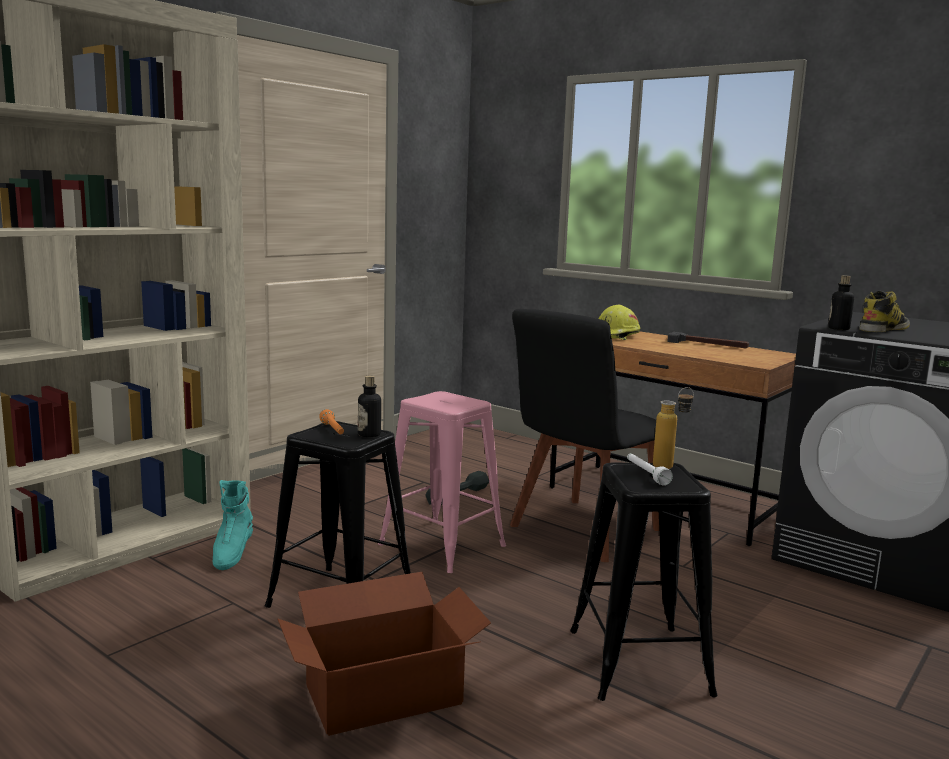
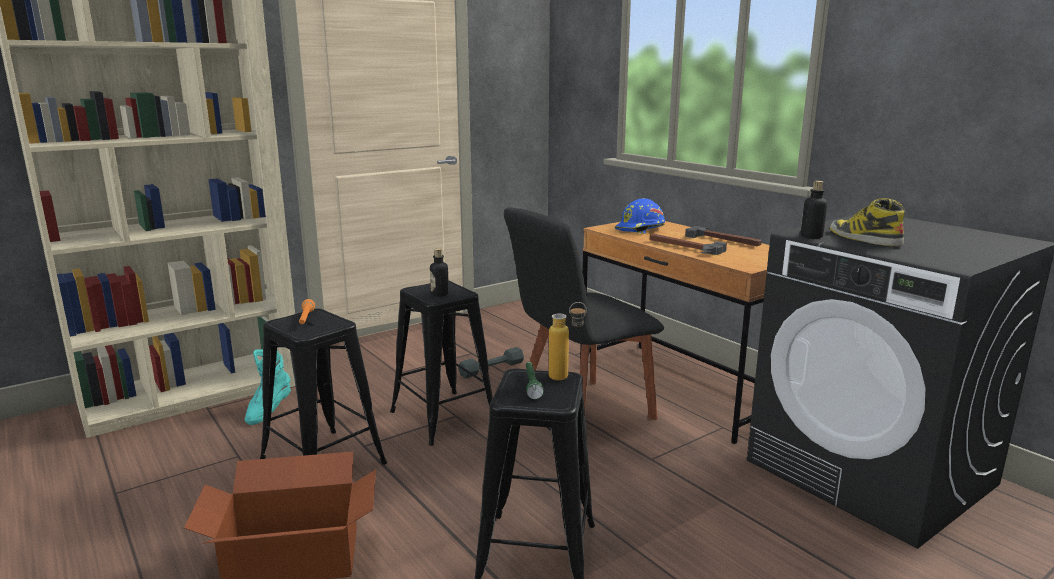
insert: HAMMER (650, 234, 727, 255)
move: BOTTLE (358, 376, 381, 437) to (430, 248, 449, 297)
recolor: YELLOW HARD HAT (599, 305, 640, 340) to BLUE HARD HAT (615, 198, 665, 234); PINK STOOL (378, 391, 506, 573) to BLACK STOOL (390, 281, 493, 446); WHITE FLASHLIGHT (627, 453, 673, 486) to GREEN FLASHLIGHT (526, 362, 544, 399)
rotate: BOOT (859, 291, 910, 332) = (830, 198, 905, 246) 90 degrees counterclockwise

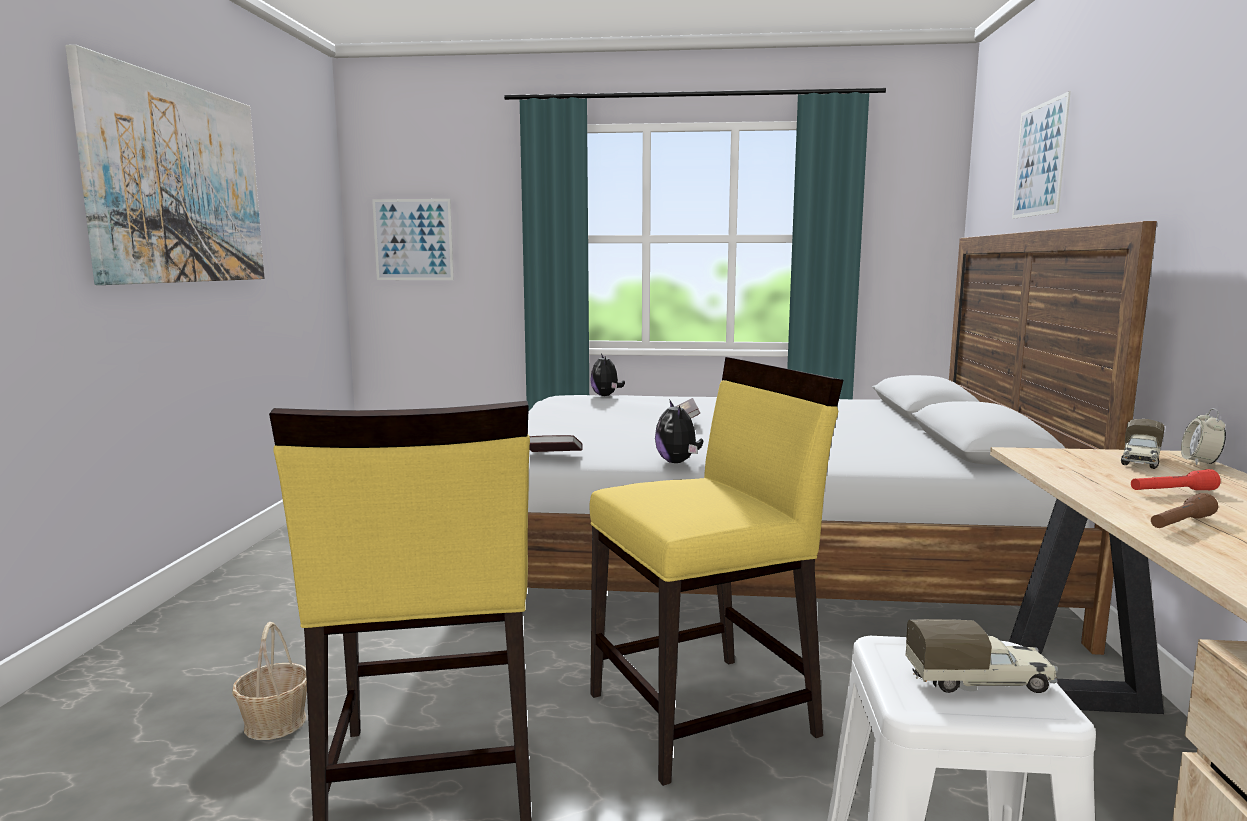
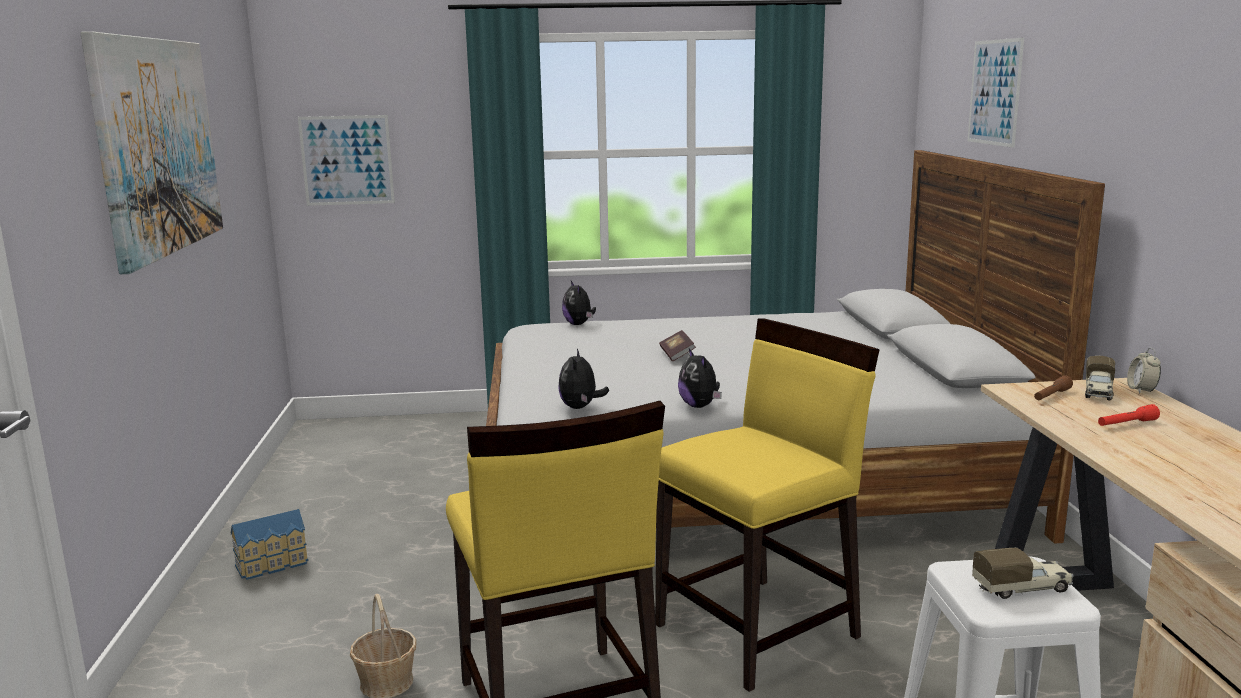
insert: TOY HOUSE (231, 509, 309, 580)
move: BROWN FLASHLIGHT (1151, 493, 1218, 528) to (1034, 375, 1073, 400)
replace: BOOK (529, 435, 583, 452) to PLUSH TOY (559, 349, 609, 409)

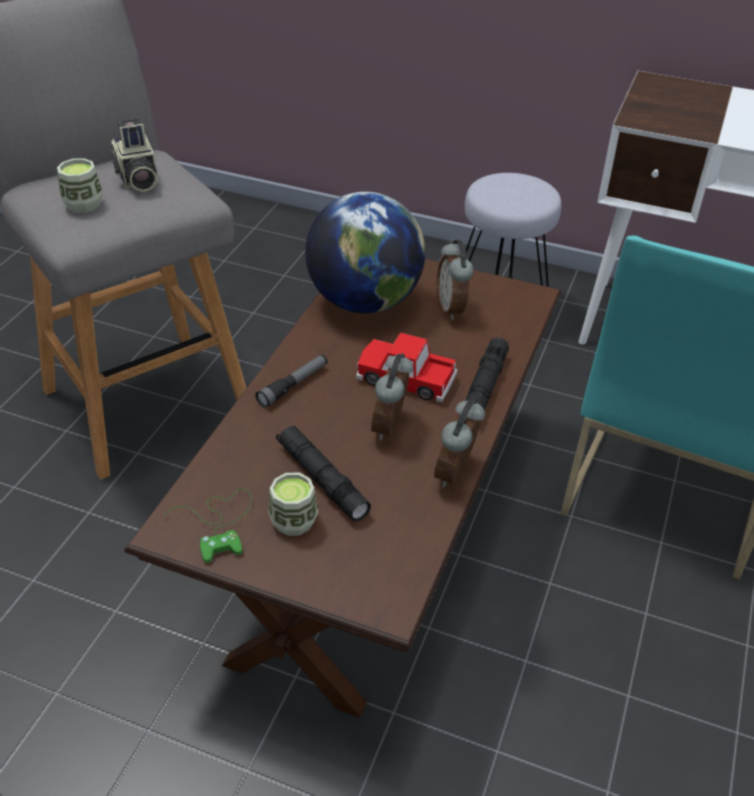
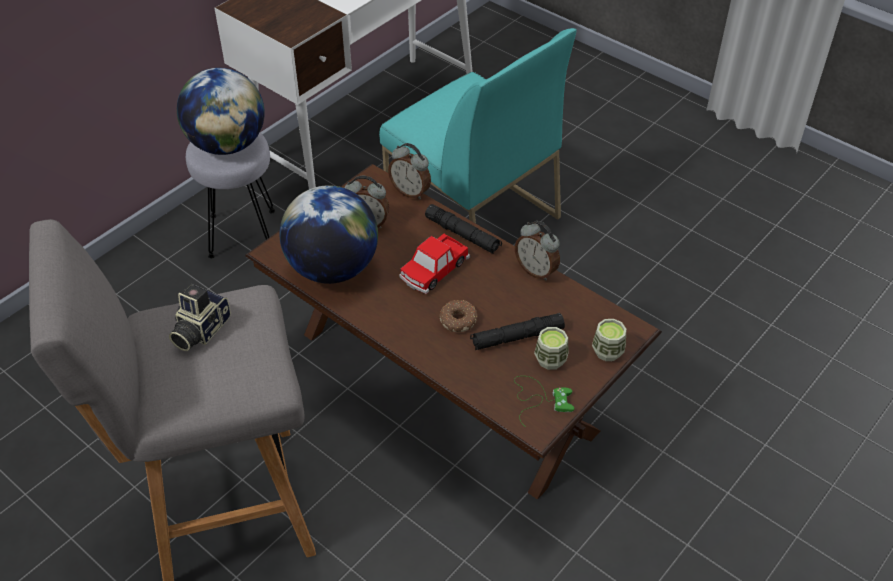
delete: FLASHLIGHT (255, 355, 328, 408)
insert: GLOBE (177, 68, 265, 155); DONUT (439, 300, 478, 332)
move: CUP (57, 158, 103, 213) to (592, 319, 626, 361); ALARM CLOCK (371, 353, 413, 441) to (388, 143, 431, 199)
rotate: PHOTO CAMERA (111, 119, 158, 192) = (169, 284, 231, 351) 120 degrees clockwise

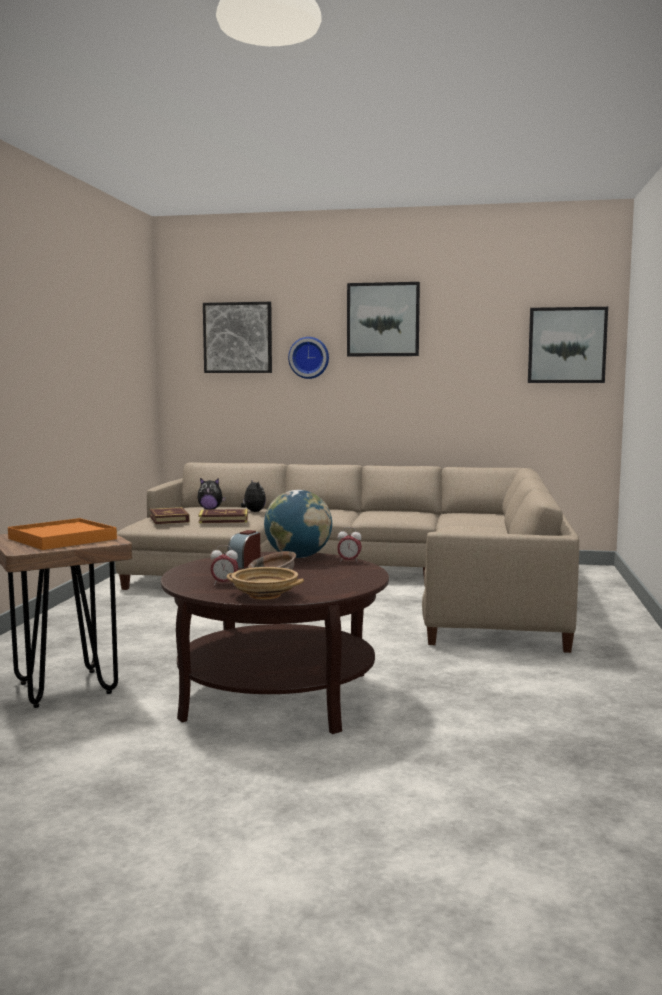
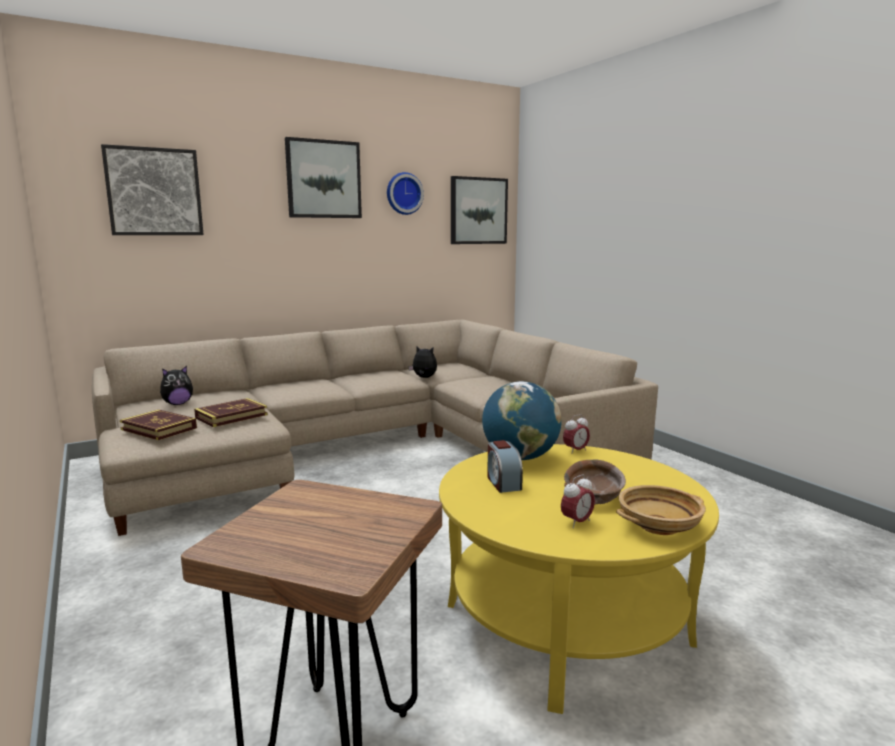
delete: ORANGE TRAY (8, 518, 117, 550)
move: WALL CLOCK (288, 337, 329, 379) to (387, 172, 424, 215); PLUSH TOY (241, 480, 266, 512) to (408, 346, 437, 378)
recolor: BROWN COFFEE TABLE (161, 552, 389, 734) to YELLOW COFFEE TABLE (439, 444, 719, 714)

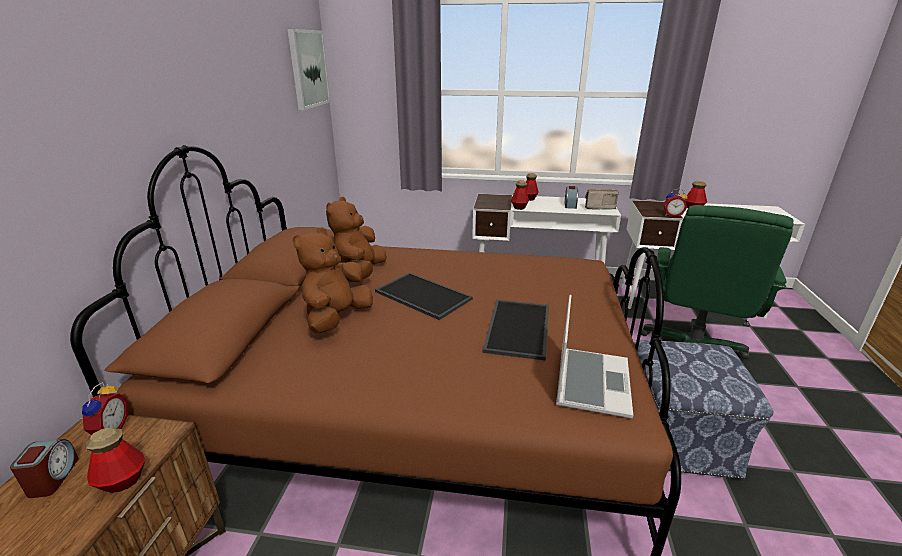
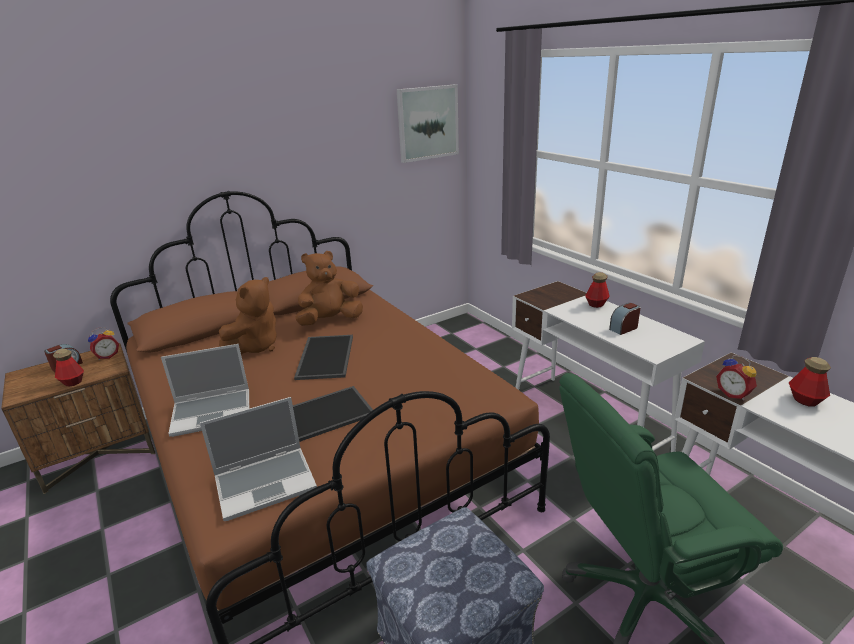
delete: BOTTLE (511, 180, 529, 210); RADIO (585, 189, 619, 209)
insert: LAPTOP (161, 344, 249, 437)
rotate: BROWN PLUSH TOY (292, 227, 373, 334) = (219, 277, 277, 354) 135 degrees clockwise

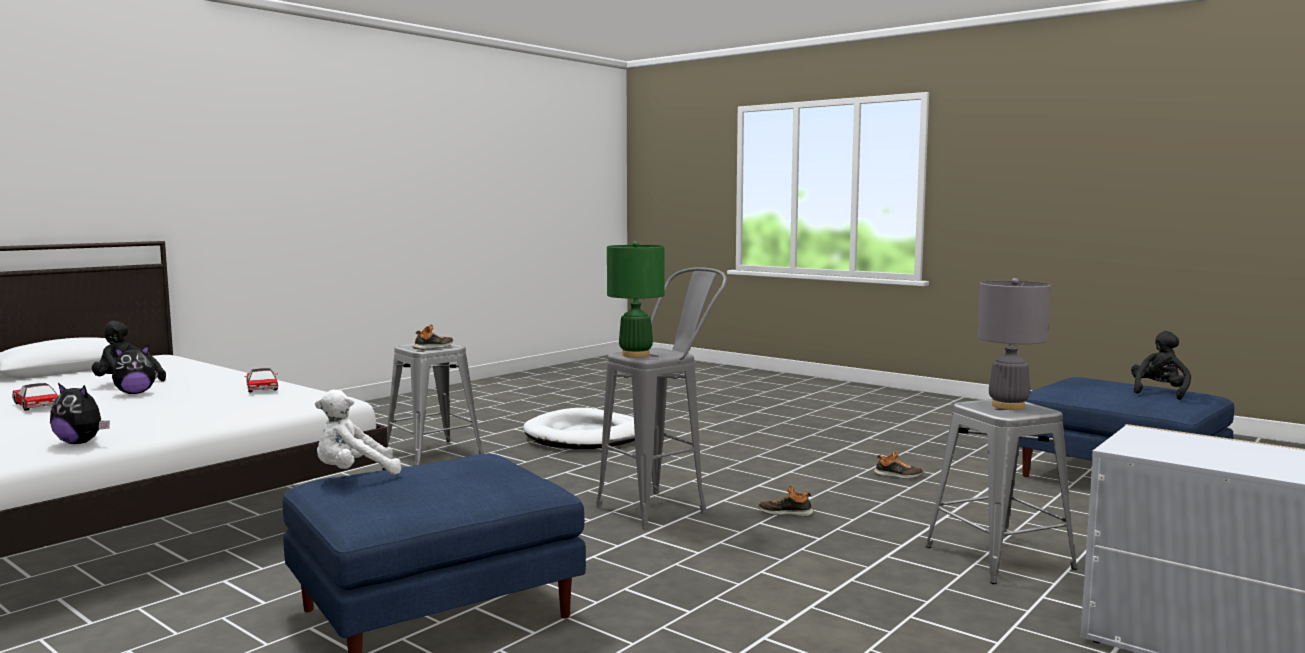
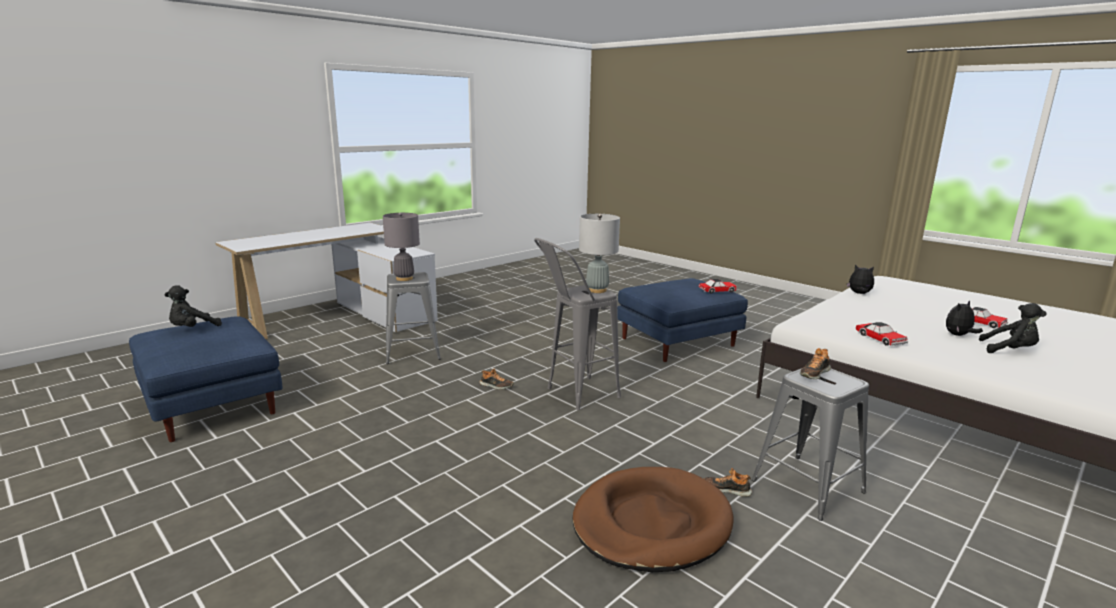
move: SHOE (874, 451, 924, 479) to (703, 468, 752, 497)
replace: WHITE PLUSH TOY (315, 390, 401, 475) to TOY CAR (699, 279, 737, 293)
recolor: GREEN TABLE LAMP (607, 241, 665, 357) to GREY TABLE LAMP (579, 213, 620, 293); WHITE DOG BED (523, 408, 635, 449) to BROWN DOG BED (573, 467, 733, 572)

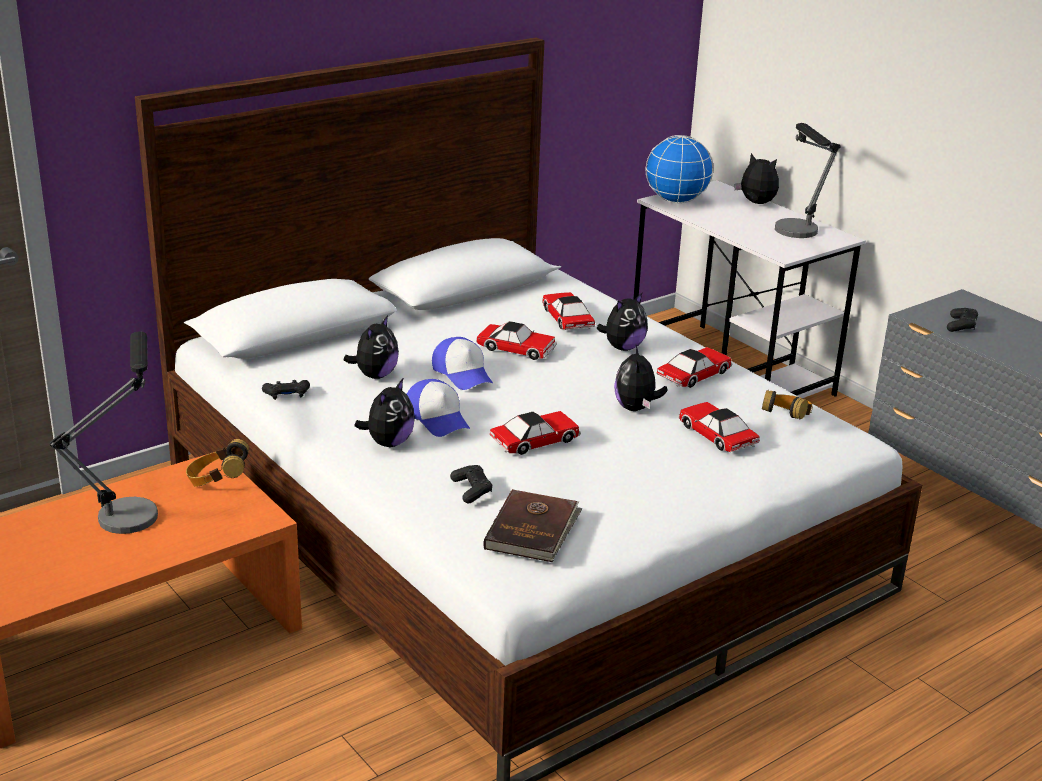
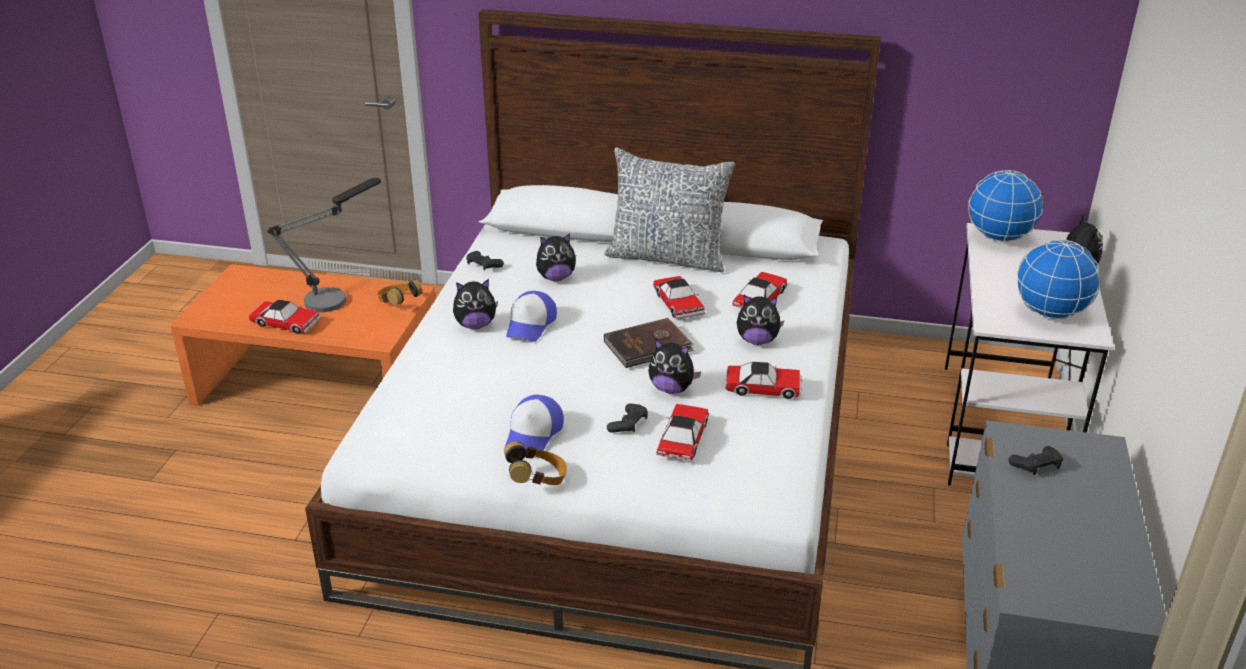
insert: PILLOW (604, 148, 735, 272)
move: CAP (432, 337, 493, 390) to (505, 395, 564, 457); HEADPHONES (762, 390, 813, 420) to (504, 441, 567, 485); TOY CAR (489, 411, 581, 455) to (249, 299, 321, 334); BLACK GAME CONTROLLER (450, 465, 492, 504) to (607, 403, 648, 433); BROWN BOOK (483, 489, 583, 562) to (604, 318, 695, 368)
replace: TABLE LAMP (775, 123, 841, 238) to GLOBE (1016, 239, 1100, 319)
rotate: PLUSH TOY (614, 345, 668, 411) = (648, 339, 701, 394) 120 degrees counterclockwise

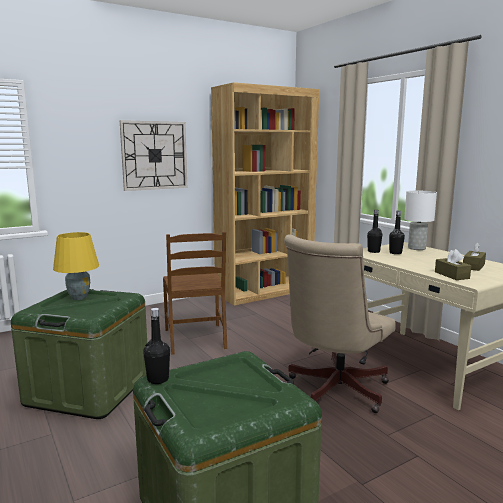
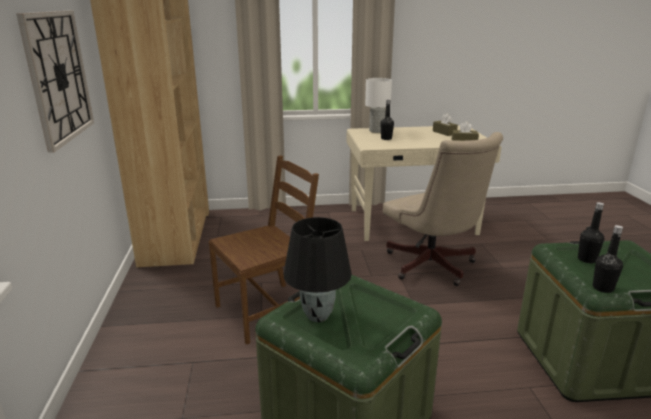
move: BLACK BOTTLE (367, 210, 382, 253) to (578, 202, 604, 263)
recolor: YELLOW TABLE LAMP (53, 232, 99, 300) to BLACK TABLE LAMP (283, 217, 352, 322)
rotate: BROWN CHAIR (163, 232, 227, 355) = (209, 156, 319, 345) 45 degrees counterclockwise

